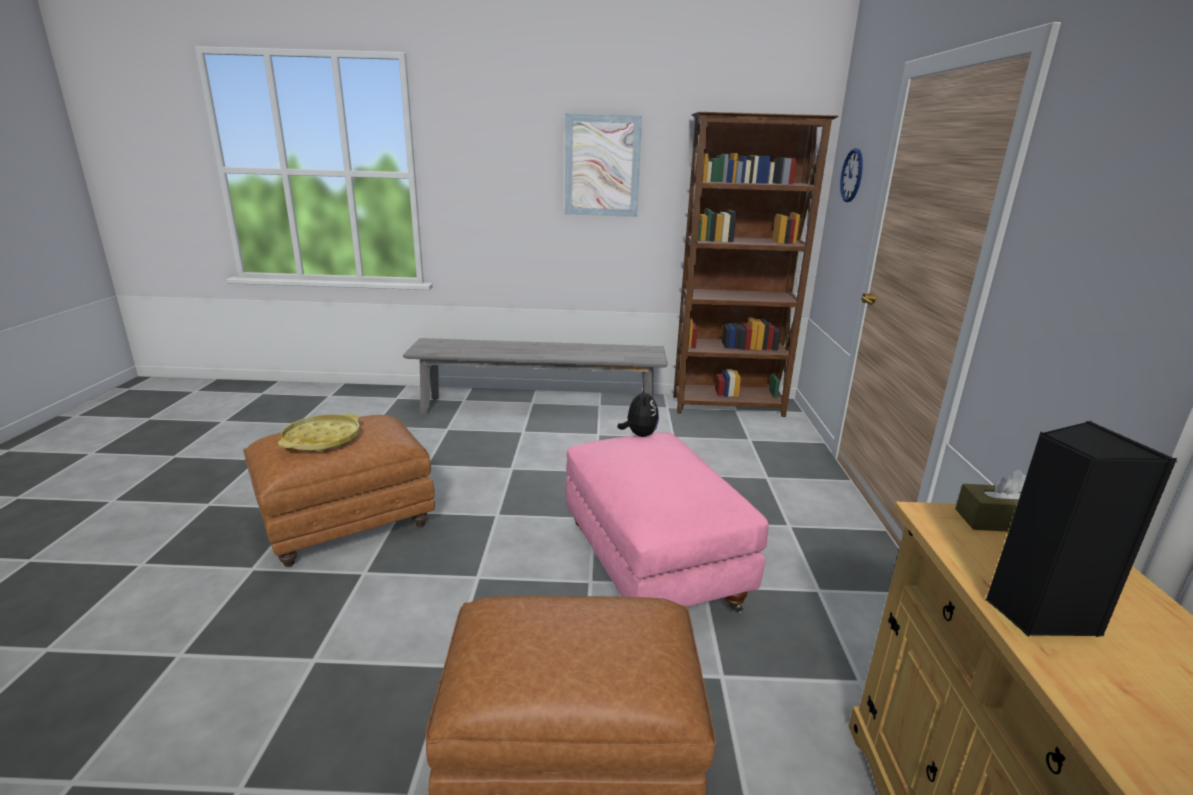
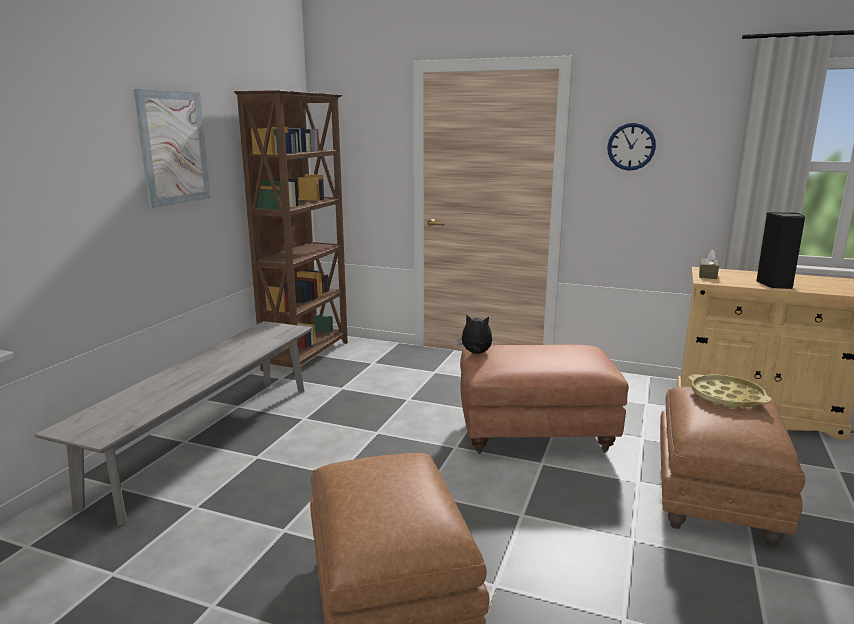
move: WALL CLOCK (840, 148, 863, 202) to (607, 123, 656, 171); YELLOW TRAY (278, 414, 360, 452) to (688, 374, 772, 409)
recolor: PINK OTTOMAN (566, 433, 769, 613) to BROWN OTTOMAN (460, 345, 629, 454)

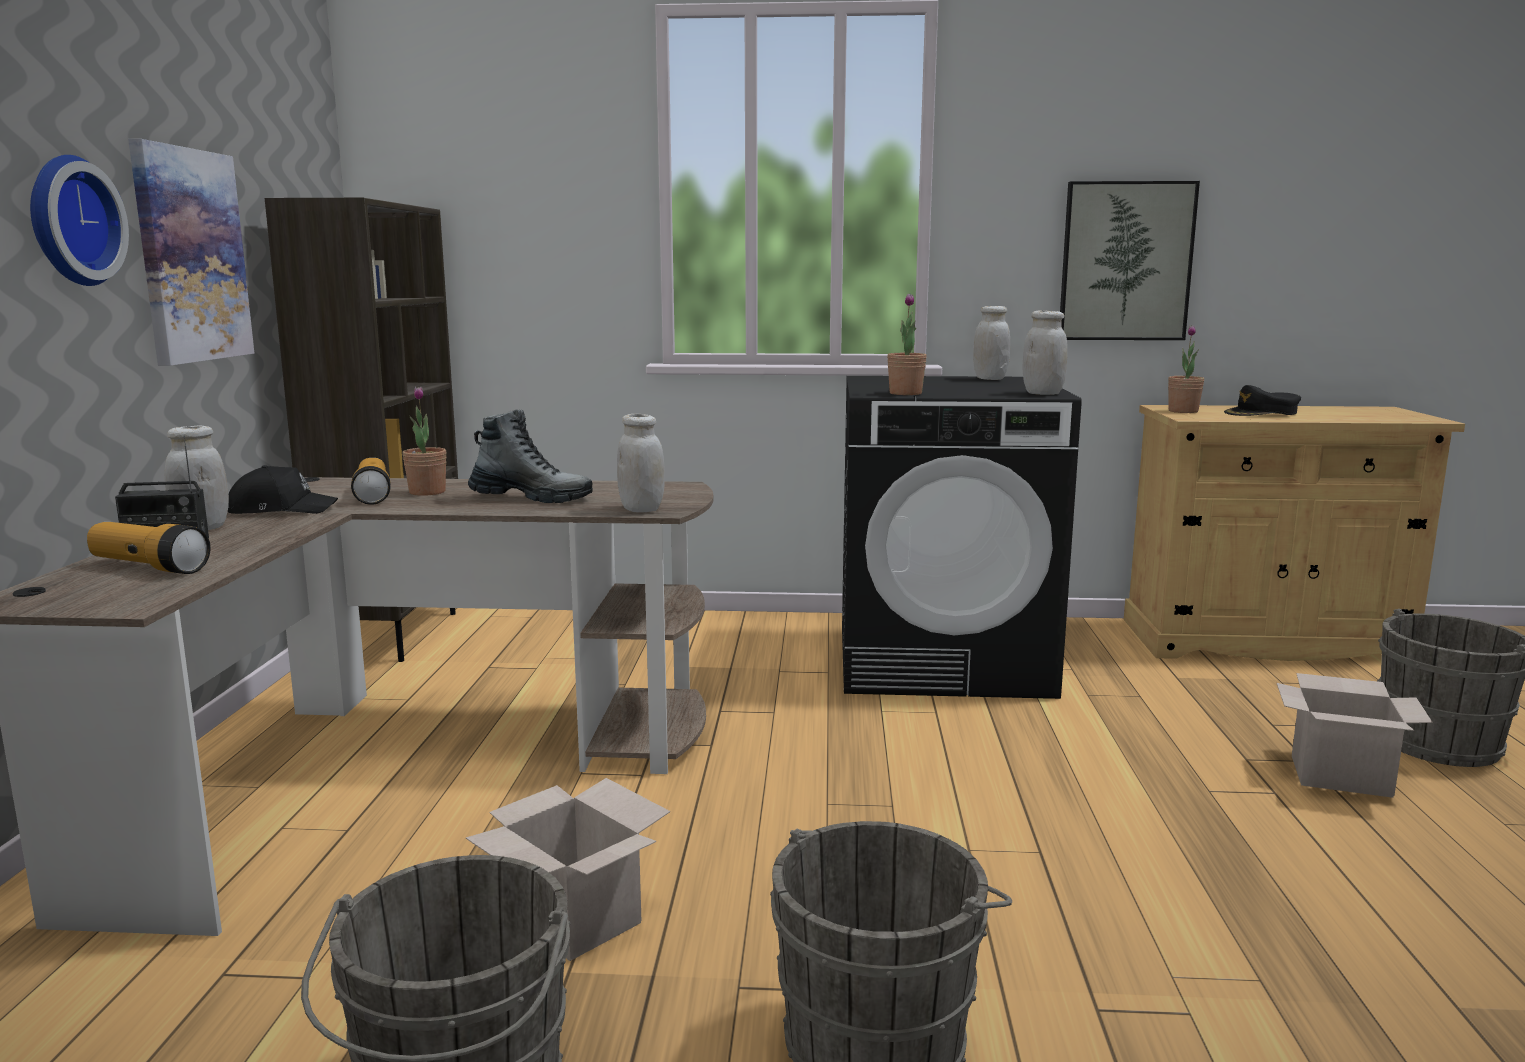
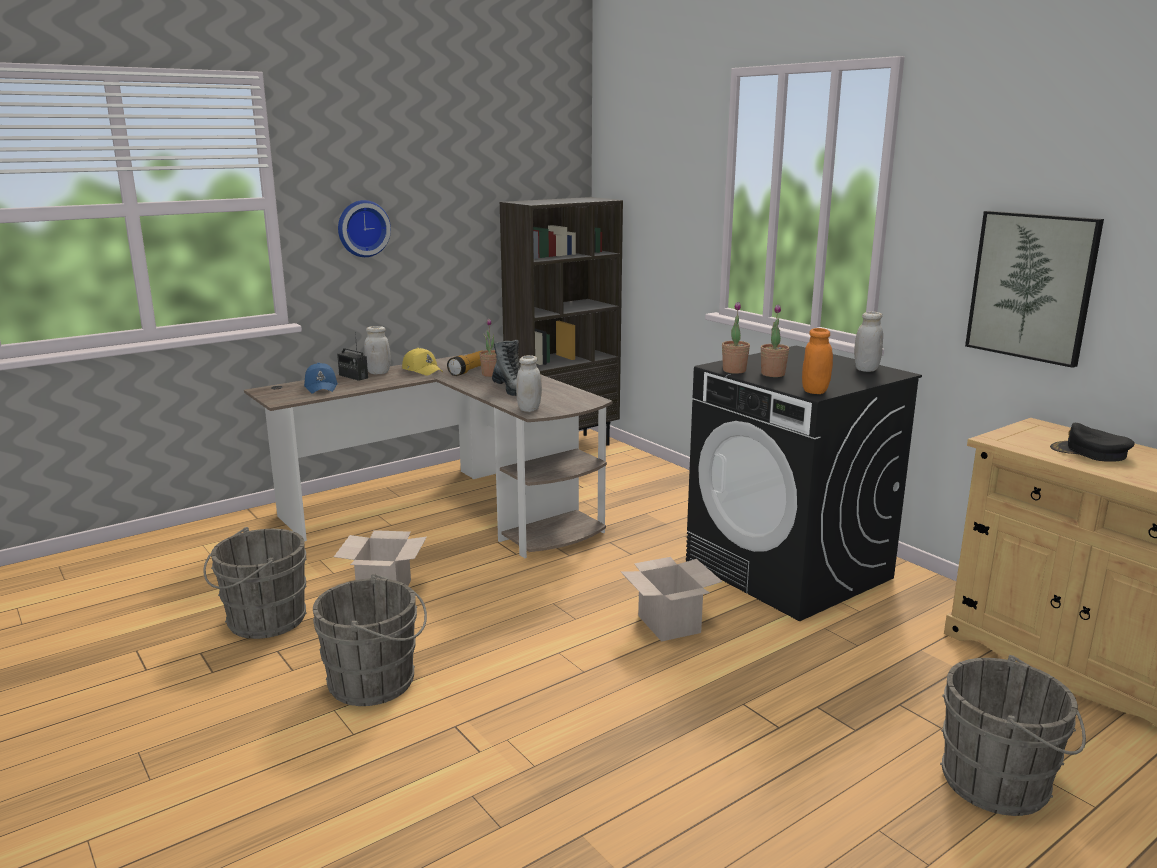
delete: PICTURE (128, 139, 255, 366)
move: POTTED PLANT (1168, 325, 1204, 413) to (760, 305, 789, 377); CARDBOARD BOX (1277, 673, 1433, 798) to (621, 557, 723, 642)
replace: FLASHLIGHT (87, 522, 211, 574) to BLUE CAP (304, 363, 338, 394)
recolor: WHITE JAR (1022, 310, 1068, 395) to ORANGE JAR (802, 328, 833, 394); BLACK CAP (228, 465, 338, 514) to YELLOW CAP (402, 348, 443, 376)

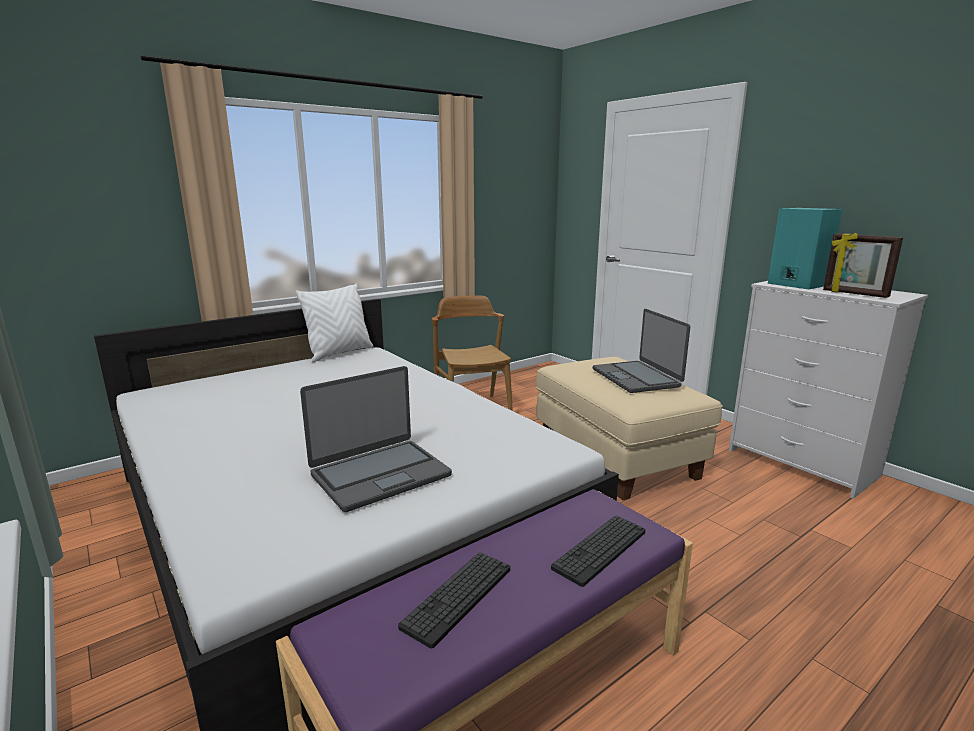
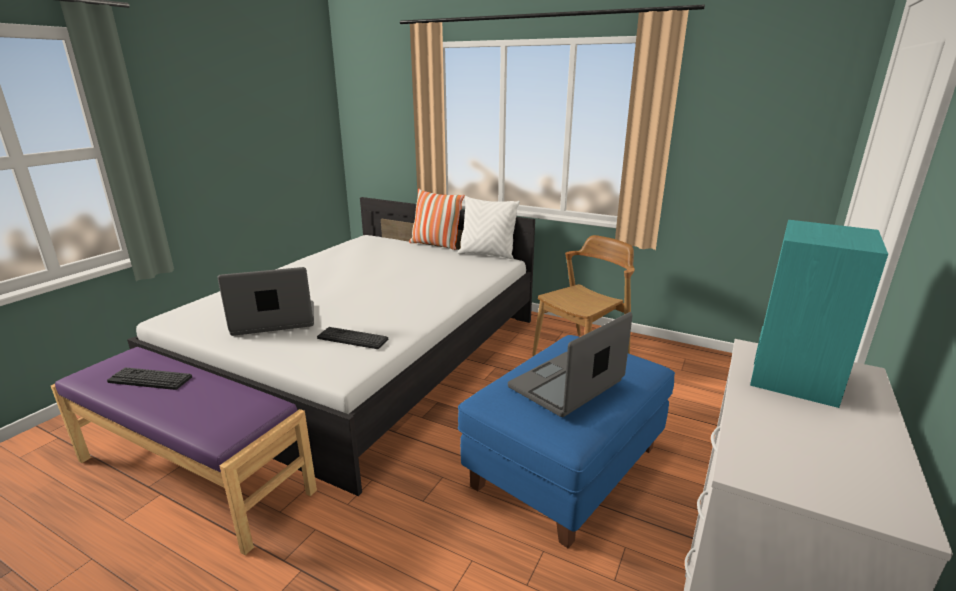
delete: PICTURE FRAME (823, 233, 903, 298)
insert: PILLOW (409, 189, 464, 250)
move: KEYBOARD (551, 515, 645, 587) to (317, 327, 388, 349)
recolor: BEIGE OTTOMAN (536, 357, 723, 500) to BLUE OTTOMAN (458, 335, 675, 548)
rotate: LAPTOP (300, 366, 452, 512) = (218, 267, 314, 336) 135 degrees clockwise

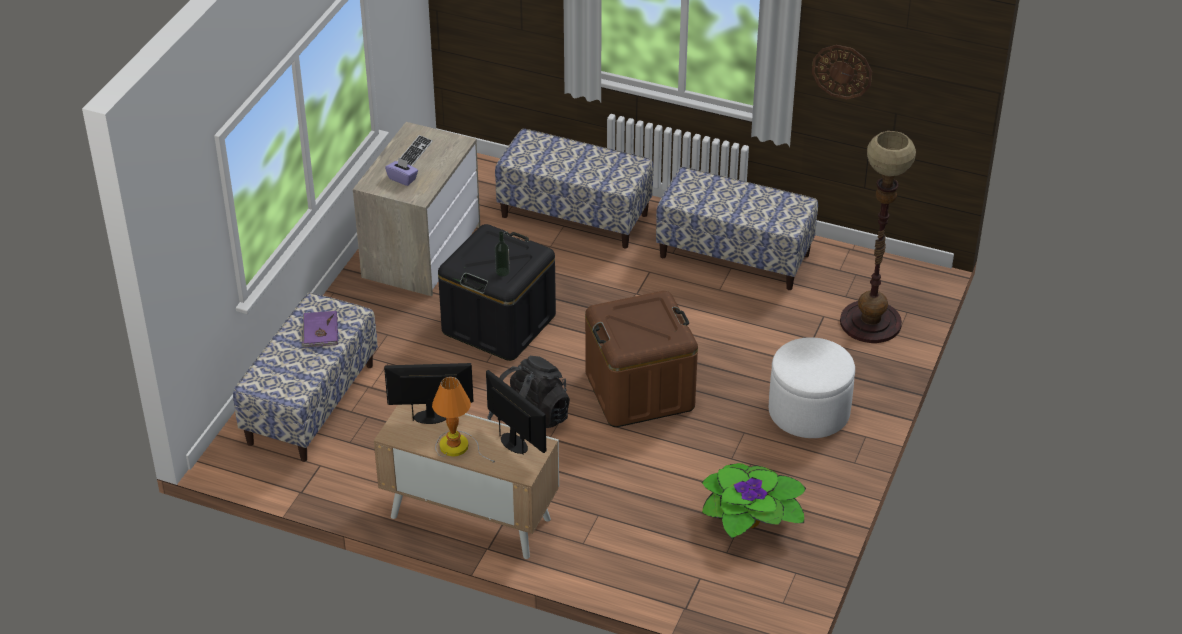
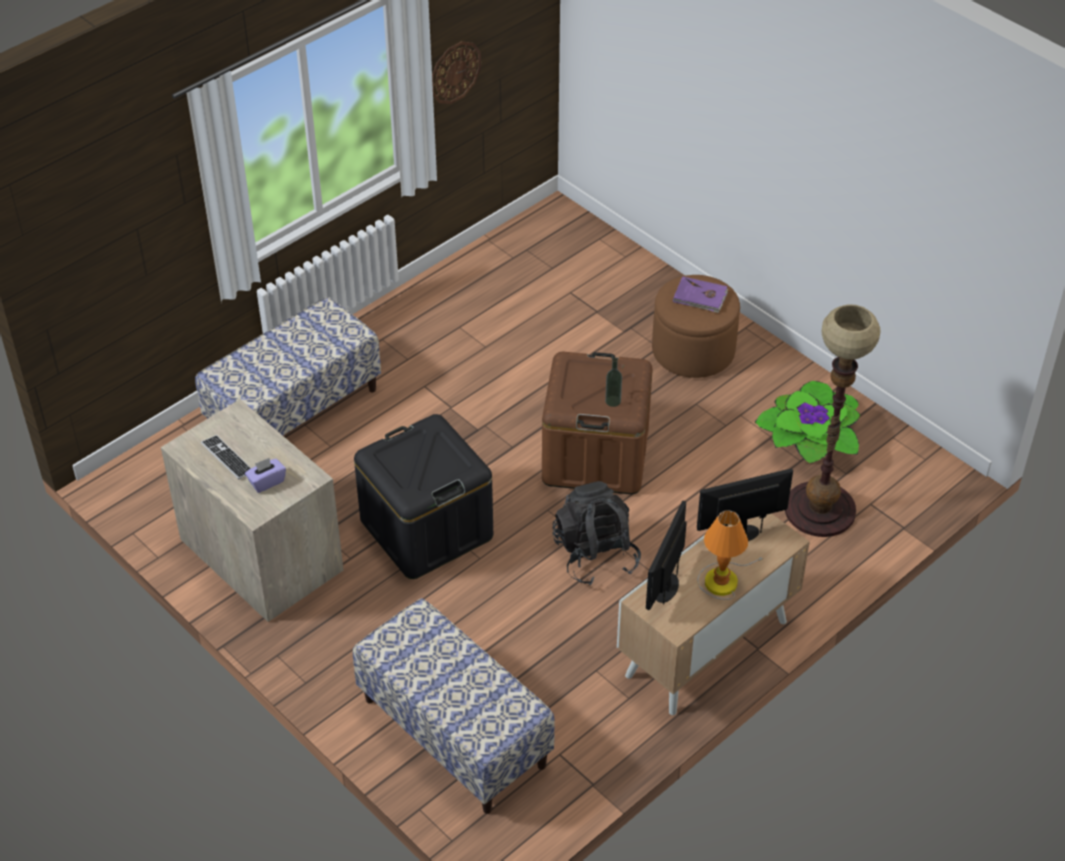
delete: BENCH (656, 167, 818, 290)
move: FLOOR LAMP (840, 131, 916, 343) to (785, 304, 881, 537); BOTTLE (495, 231, 510, 276) to (605, 358, 622, 407); PURPLE BOOK (302, 311, 338, 347) to (672, 276, 728, 313)
recolor: WHITE OTTOMAN (769, 337, 855, 438) to BROWN OTTOMAN (652, 275, 740, 378)

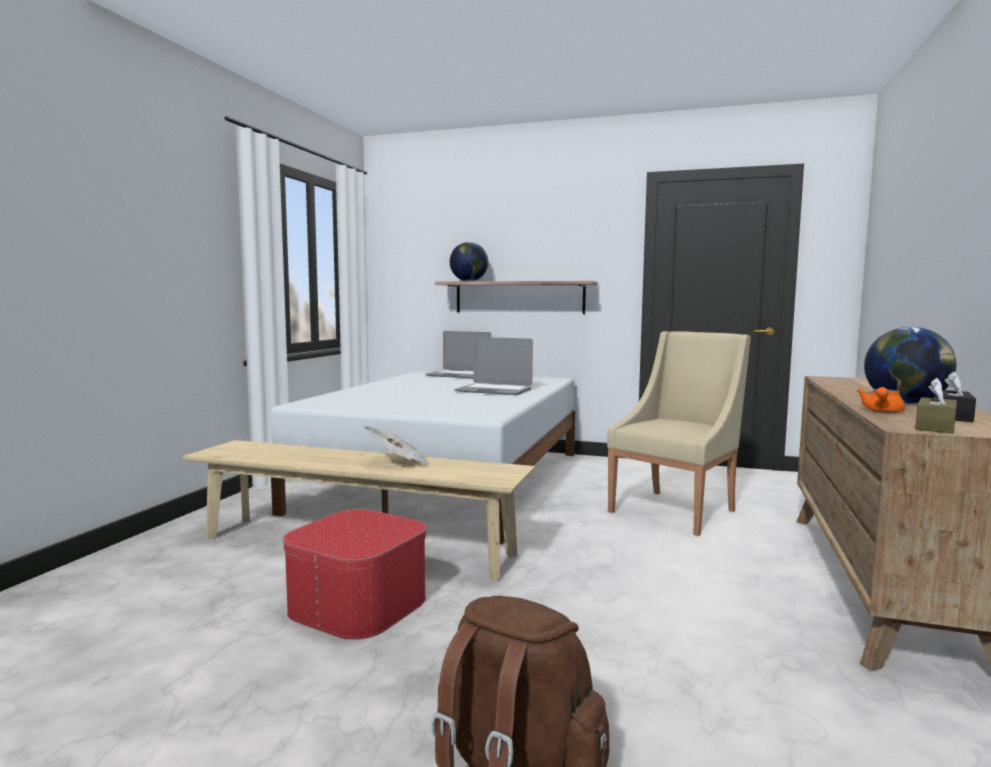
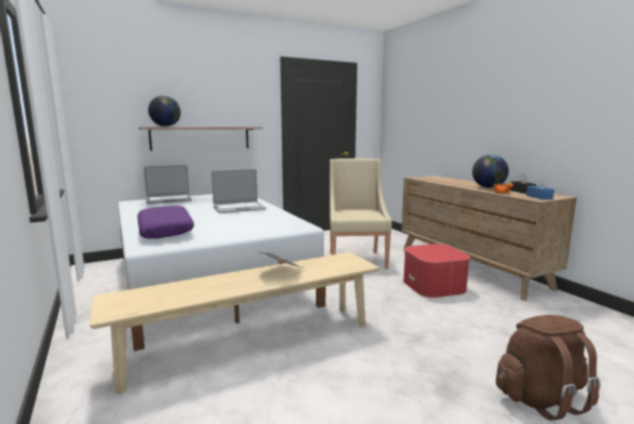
insert: PURPLE PILLOW (137, 206, 194, 239)
move: OTTOMAN (283, 509, 426, 640) to (403, 244, 470, 298)
recolor: BROWN TISSUE BOX (915, 378, 957, 433) to BLUE TISSUE BOX (526, 178, 554, 200)

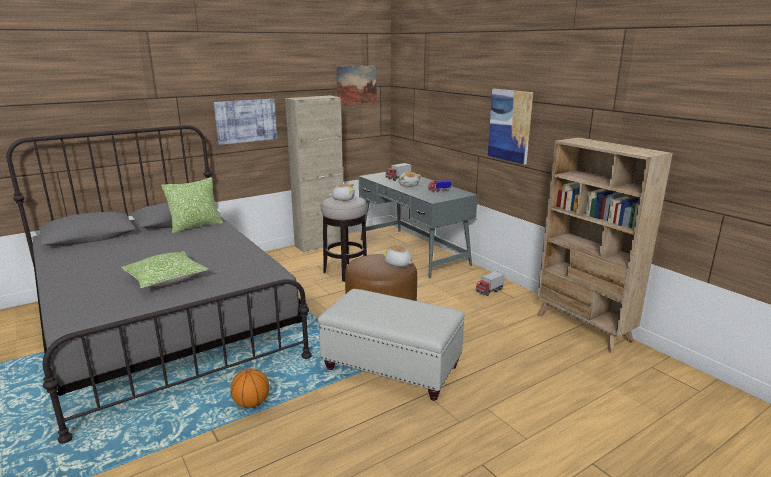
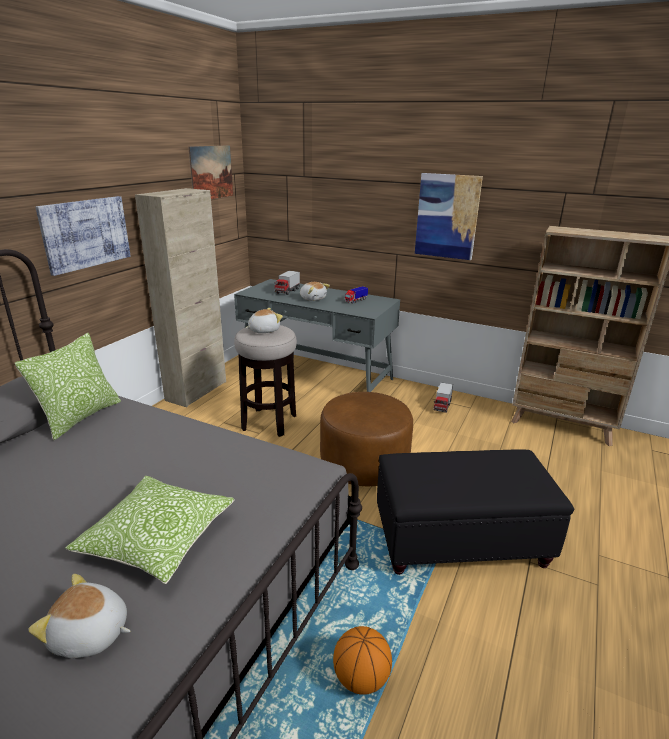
move: PLUSH TOY (382, 244, 412, 267) to (28, 574, 130, 658)
recolor: WHITE OTTOMAN (318, 289, 465, 401) to BLACK OTTOMAN (377, 449, 574, 575)

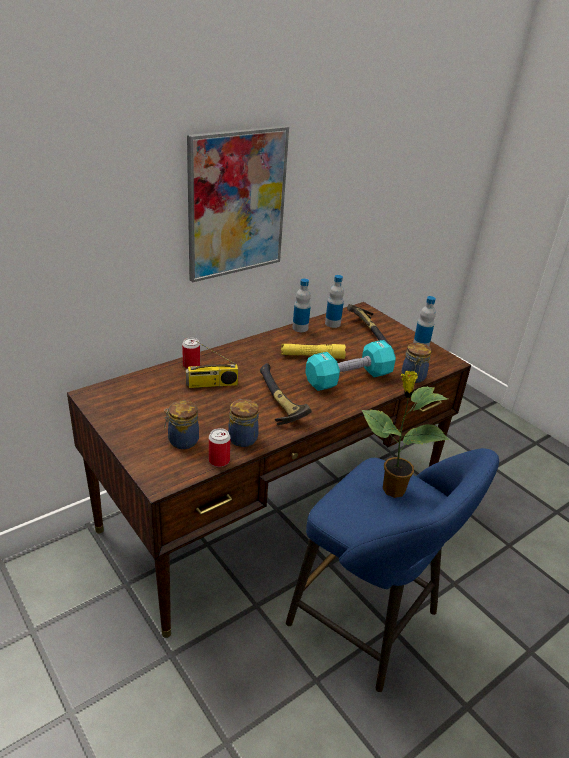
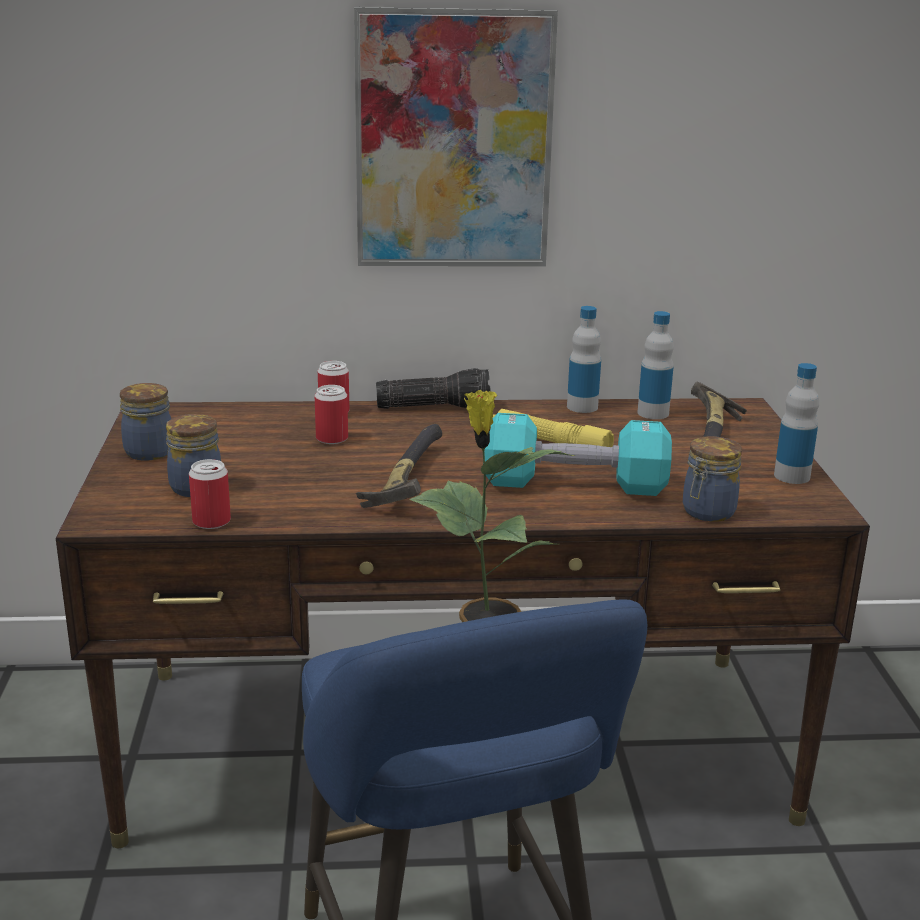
insert: FLASHLIGHT (376, 368, 491, 409)
move: JAR (228, 399, 259, 447) to (120, 383, 171, 461)
replace: RADIO (186, 341, 238, 388) to CAN (315, 385, 348, 444)

